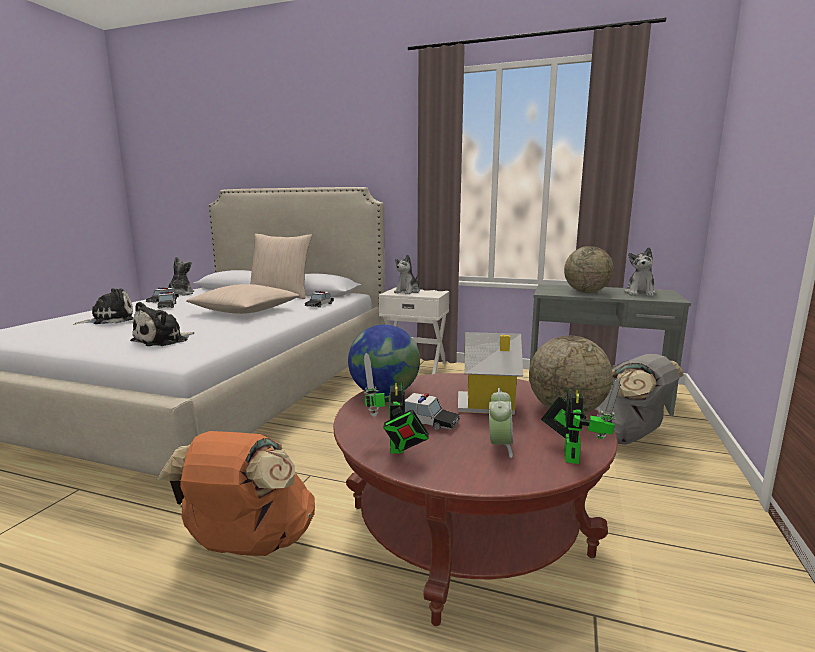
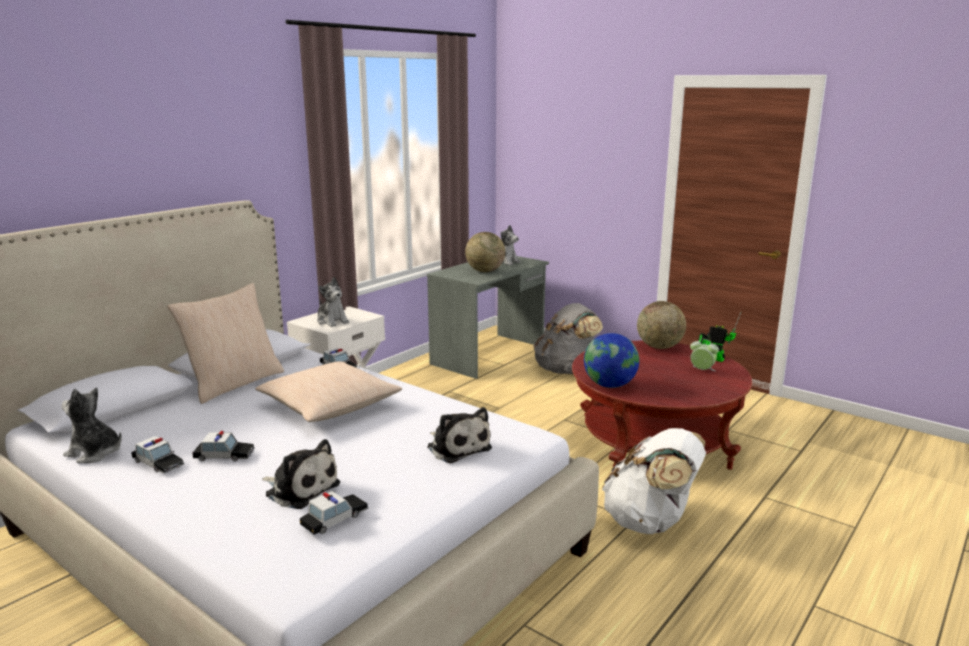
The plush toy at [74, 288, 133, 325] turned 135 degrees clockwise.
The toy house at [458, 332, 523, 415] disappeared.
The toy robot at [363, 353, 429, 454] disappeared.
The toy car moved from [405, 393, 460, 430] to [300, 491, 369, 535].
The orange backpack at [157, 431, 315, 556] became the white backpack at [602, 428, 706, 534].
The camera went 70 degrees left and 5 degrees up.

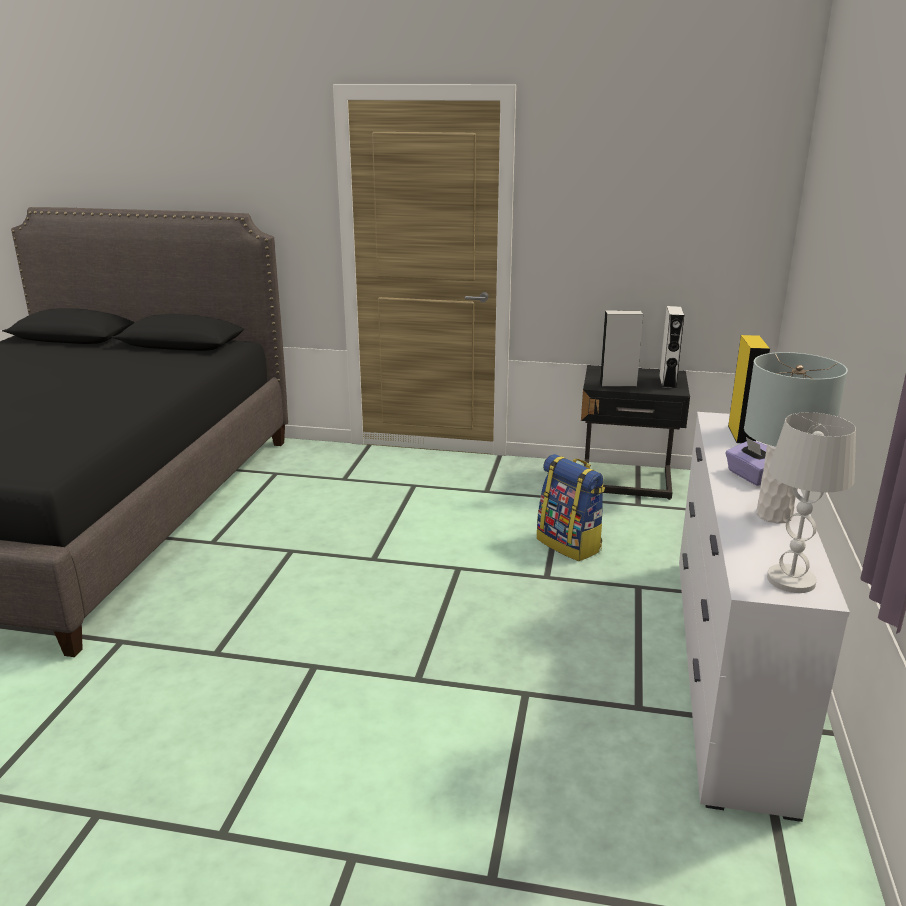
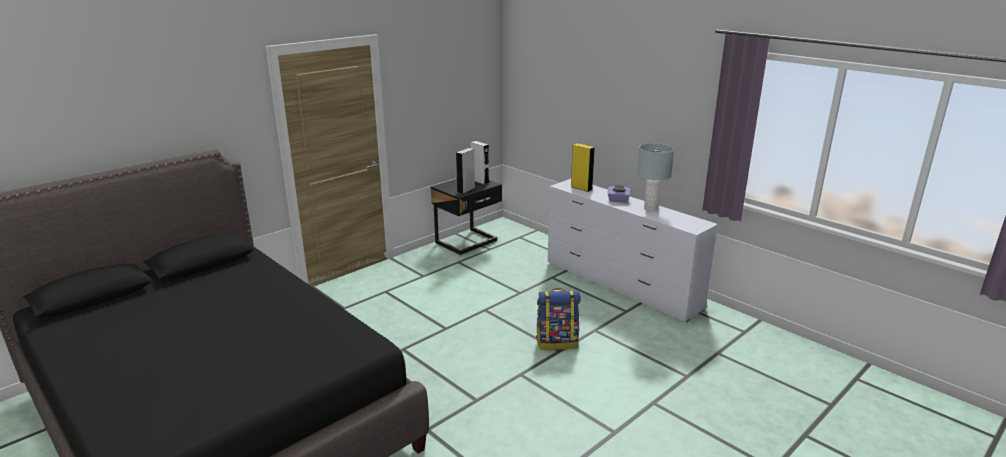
The white table lamp at [767, 412, 856, 593] disappeared.
The backpack moved from [537, 454, 605, 561] to [536, 288, 581, 350].
The camera went 55 degrees left and 0 degrees up.

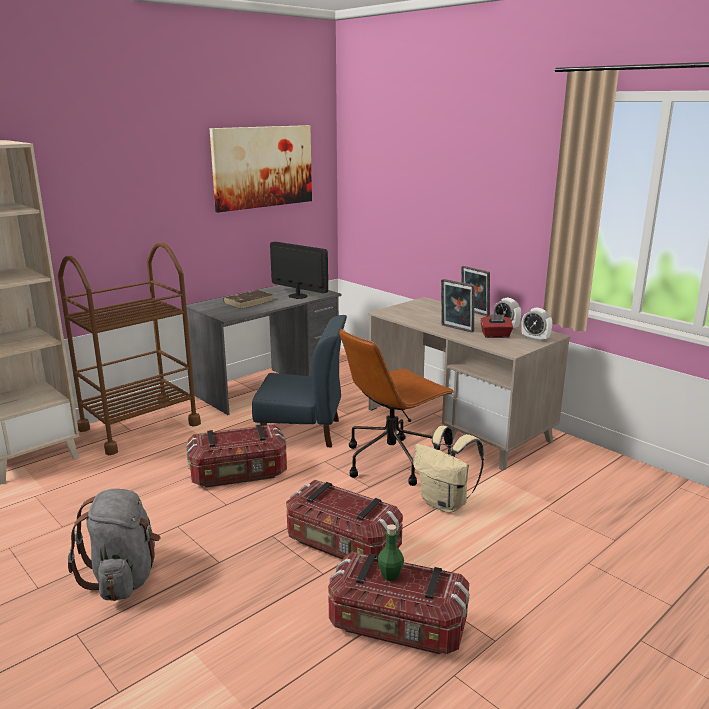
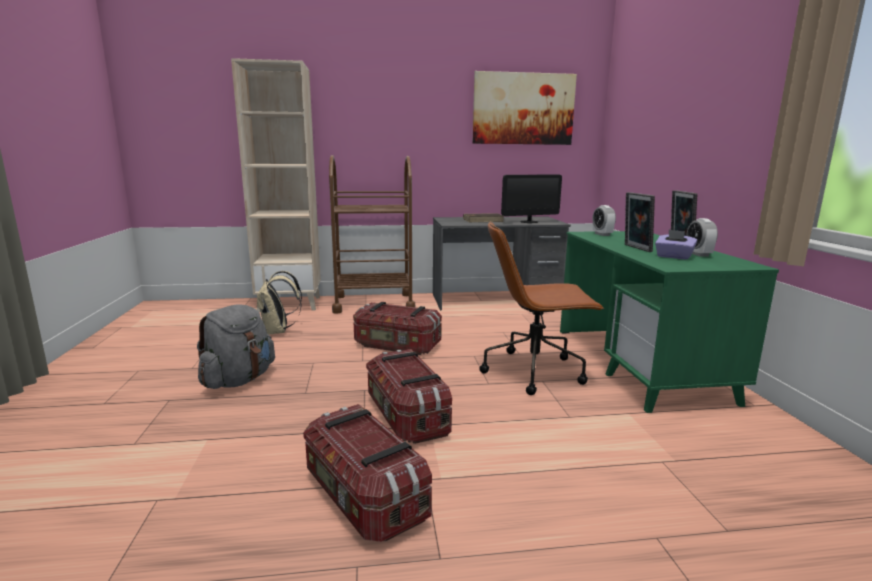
The monitor at [270, 242, 328, 299] turned 90 degrees clockwise.
The beige desk at [368, 297, 571, 471] became the green desk at [560, 231, 779, 413].
The alarm clock moved from [521, 308, 552, 342] to [592, 205, 616, 236].
The red tissue box at [480, 314, 513, 338] became the purple tissue box at [655, 230, 697, 260].
The blue chair at [252, 315, 347, 447] disappeared.
The beige backpack moved from [413, 426, 484, 513] to [256, 271, 302, 335].
The green bottle at [378, 524, 404, 581] disappeared.
The camera went 35 degrees right and 5 degrees down.

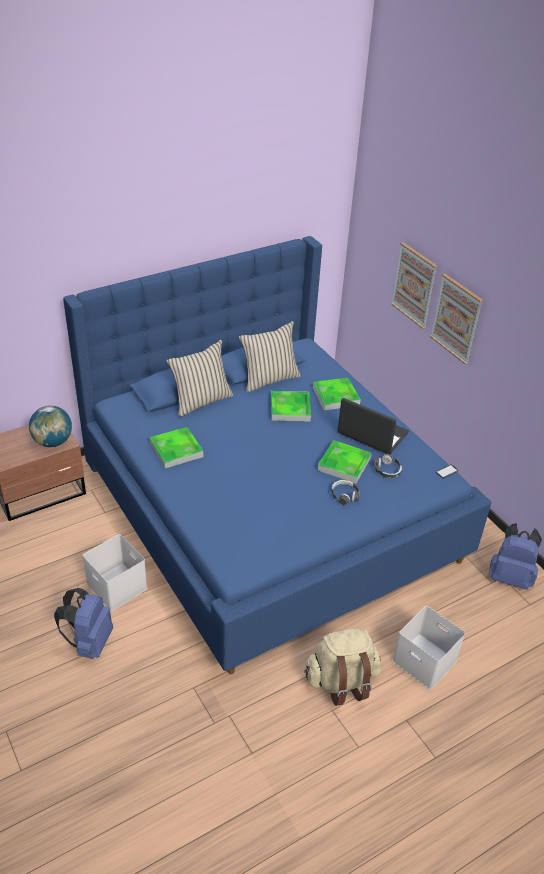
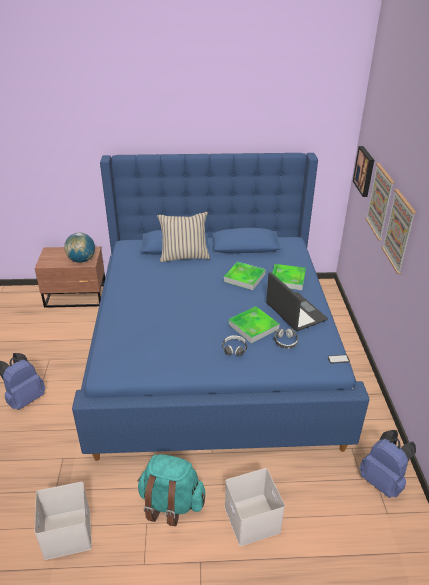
The beige pillow at [239, 321, 301, 392] disappeared.
The tray at [149, 427, 203, 468] disappeared.
The white storage box moved from [83, 534, 148, 611] to [35, 482, 92, 560].
The beige backpack at [304, 629, 381, 706] became the turquoise backpack at [137, 454, 205, 526].
The picture at [353, 146, 374, 197] appeared.
The camera went 30 degrees right and 5 degrees down.

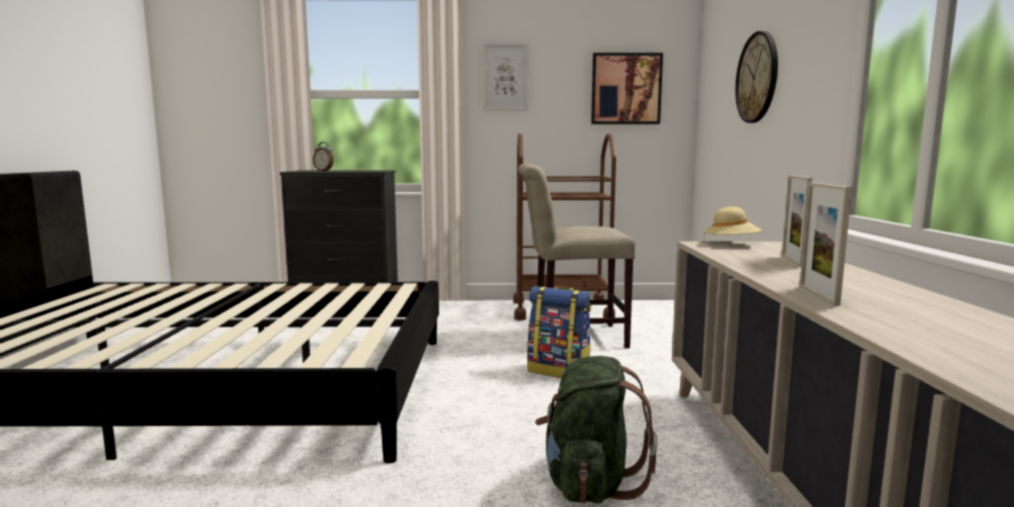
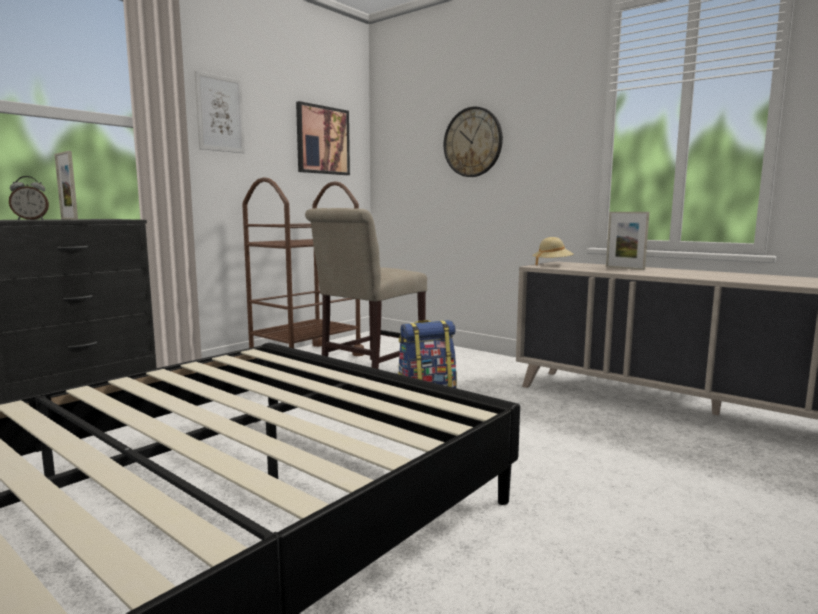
The picture frame moved from [800, 182, 852, 306] to [54, 151, 78, 220].
The green backpack at [535, 356, 657, 503] disappeared.
The camera went 50 degrees left and 0 degrees up.

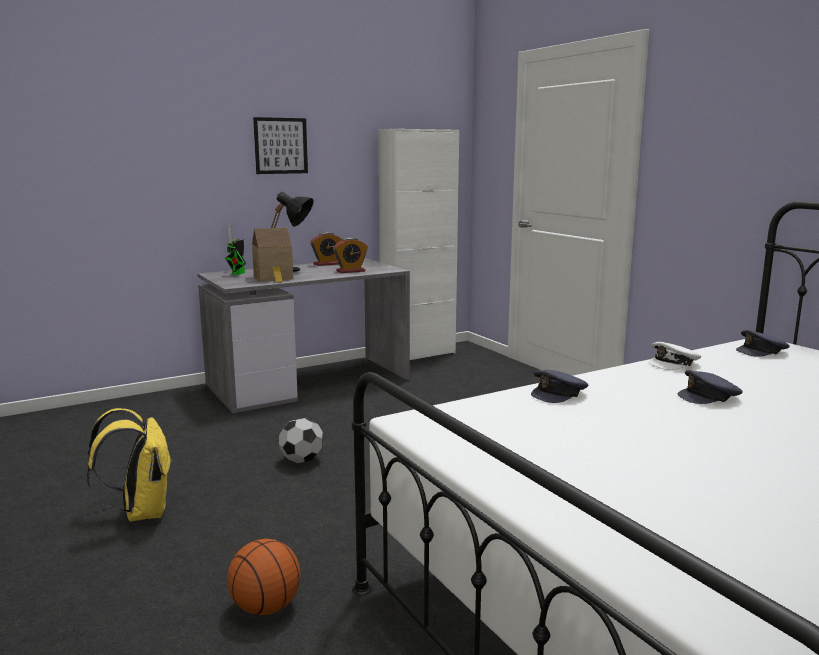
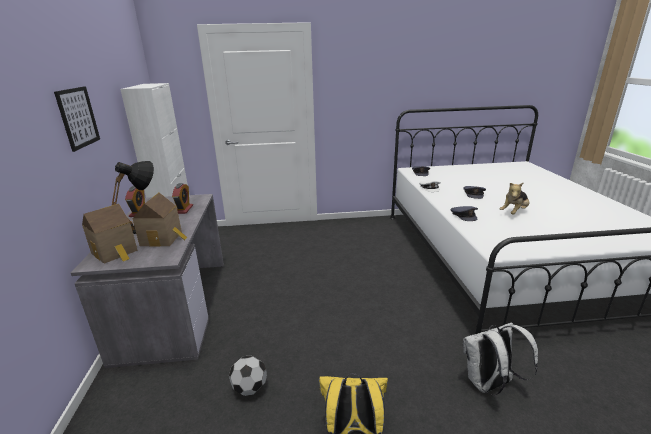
The toy robot at [225, 224, 246, 275] was replaced by the toy house at [82, 204, 138, 264].
The football moved from [279, 418, 324, 463] to [229, 355, 267, 396].
The basketball at [227, 539, 301, 615] was replaced by the white backpack at [463, 323, 538, 395].
The plush toy at [500, 182, 530, 215] appeared.
The camera went 65 degrees left and 10 degrees up.

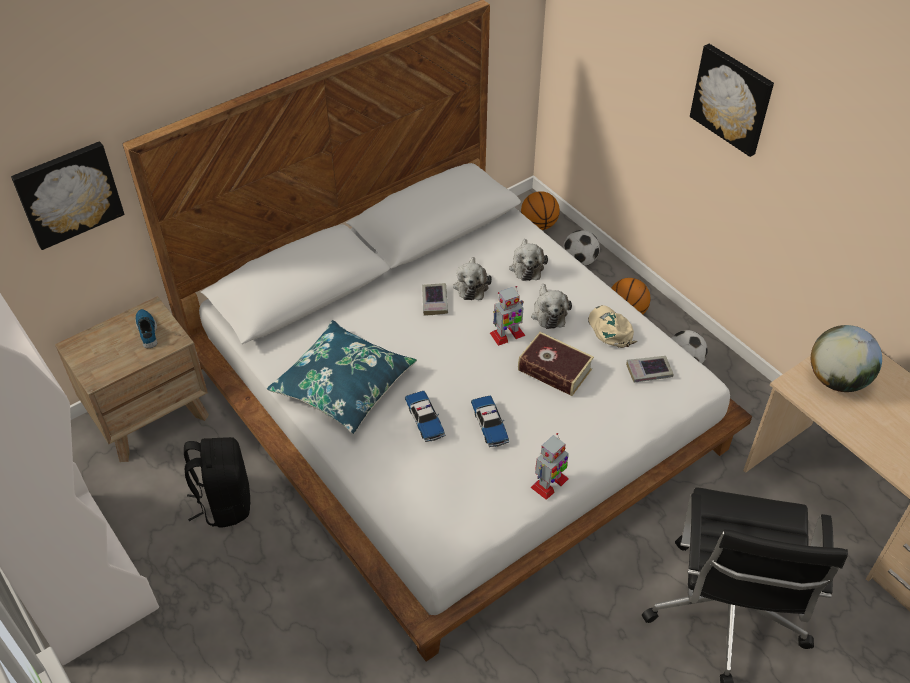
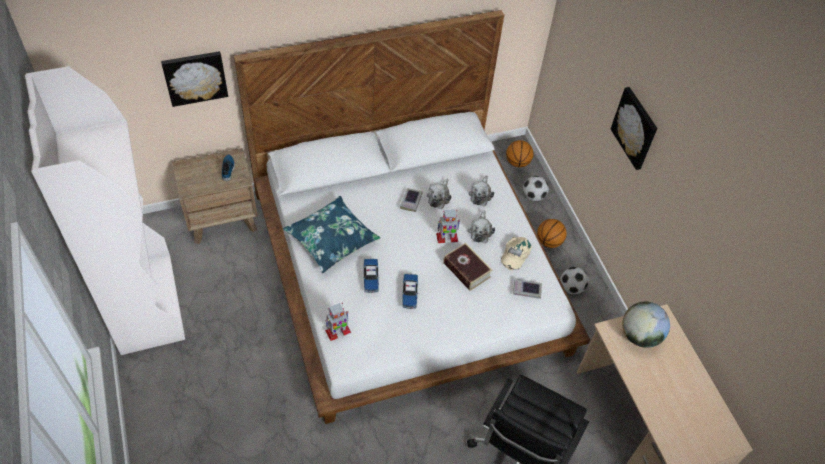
The beige cap at [588, 305, 637, 348] turned 150 degrees counterclockwise.
The toy robot moved from [530, 433, 569, 500] to [325, 303, 351, 341].
The black backpack at [184, 437, 251, 528] disappeared.
The camera went 15 degrees right and 5 degrees up.

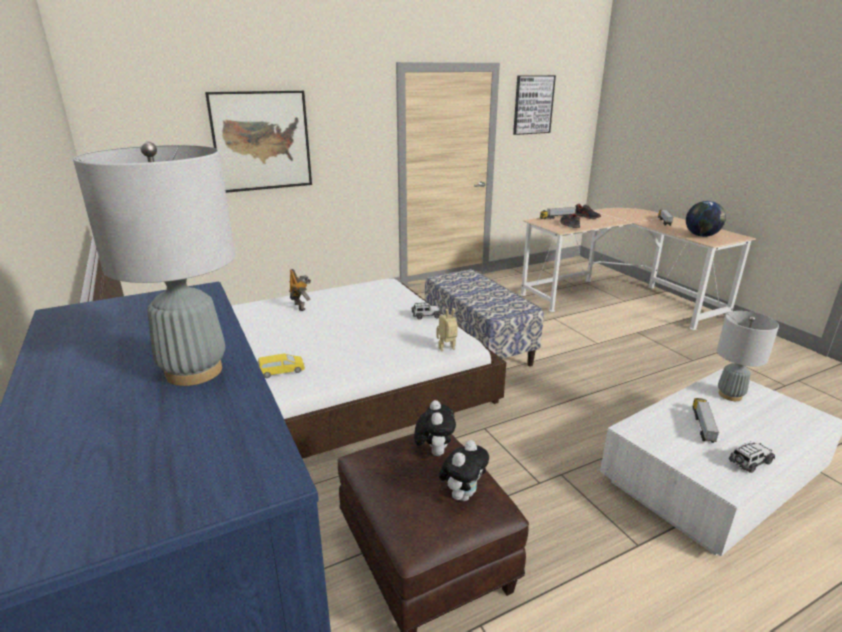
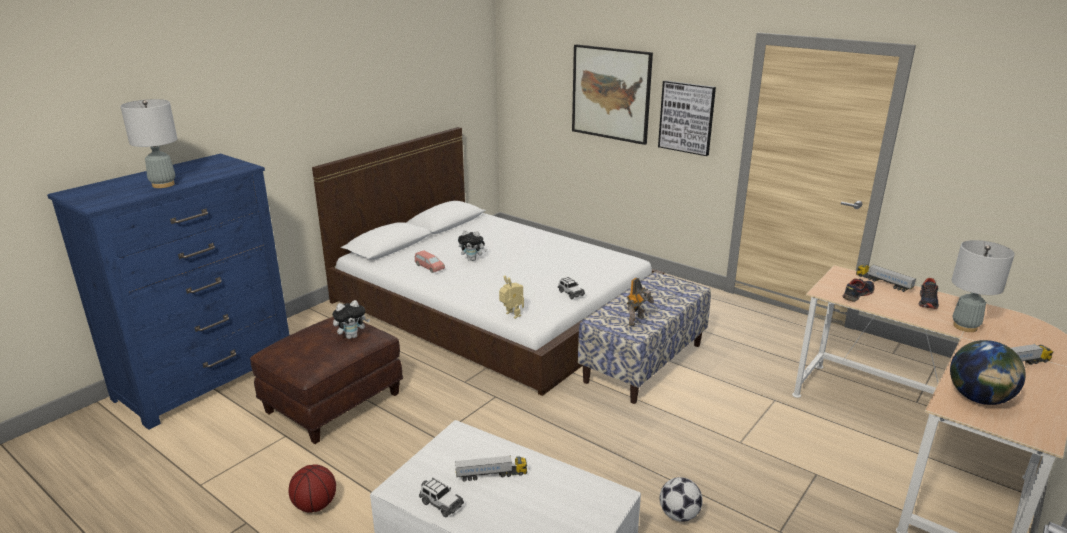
The picture moved from [513, 75, 556, 135] to [658, 80, 716, 156].
The toy robot moved from [289, 269, 311, 311] to [627, 278, 654, 326].
The grey table lamp moved from [717, 311, 779, 401] to [952, 240, 1015, 332].
The yellow toy car at [258, 353, 305, 378] became the pink toy car at [415, 250, 445, 273].
The plush toy moved from [439, 440, 489, 501] to [458, 230, 487, 261].
The basketball at [289, 464, 336, 513] appeared.
The football at [660, 477, 703, 522] appeared.
The camera went 65 degrees right and 0 degrees up.

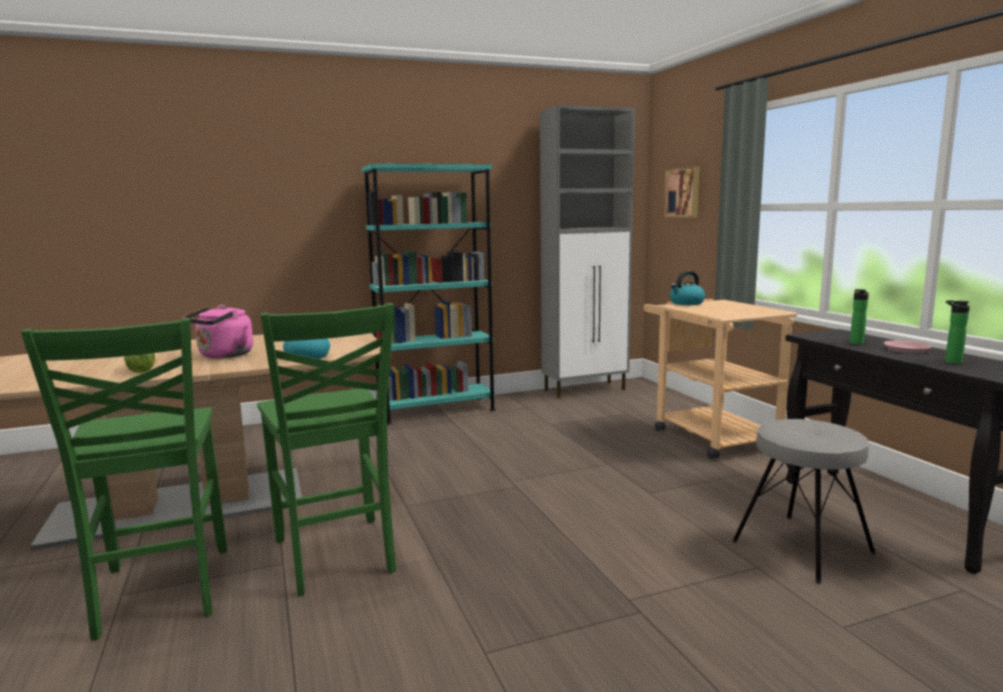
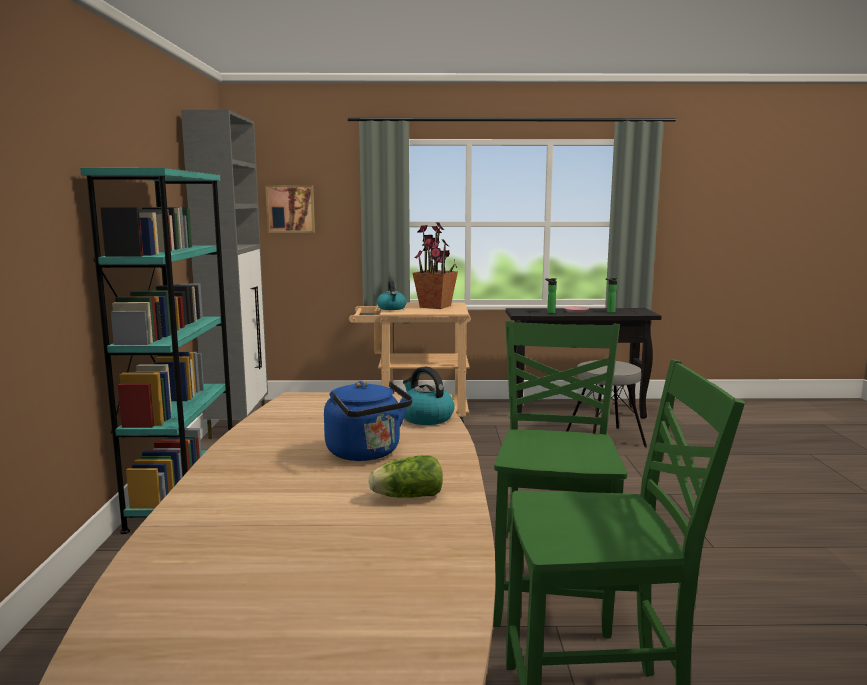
The green chair at [257, 303, 396, 596] turned 75 degrees counterclockwise.
The pink kettle at [183, 305, 253, 358] became the blue kettle at [324, 381, 413, 461].
The potted plant at [413, 222, 458, 309] appeared.
The camera went 70 degrees left and 0 degrees up.

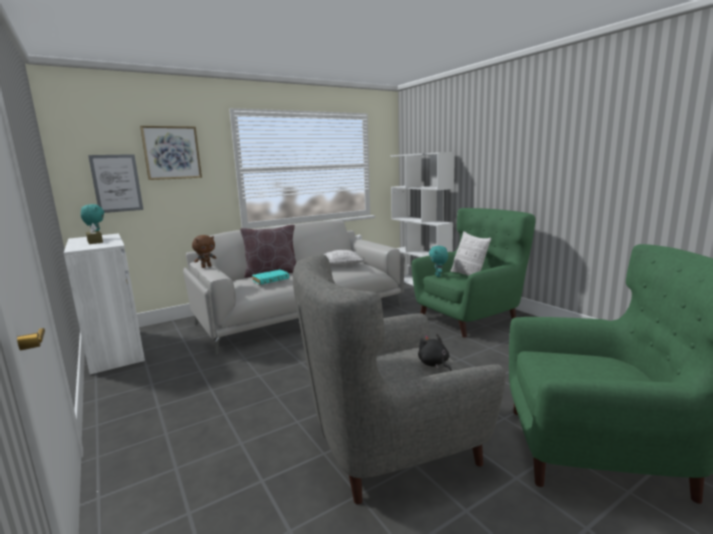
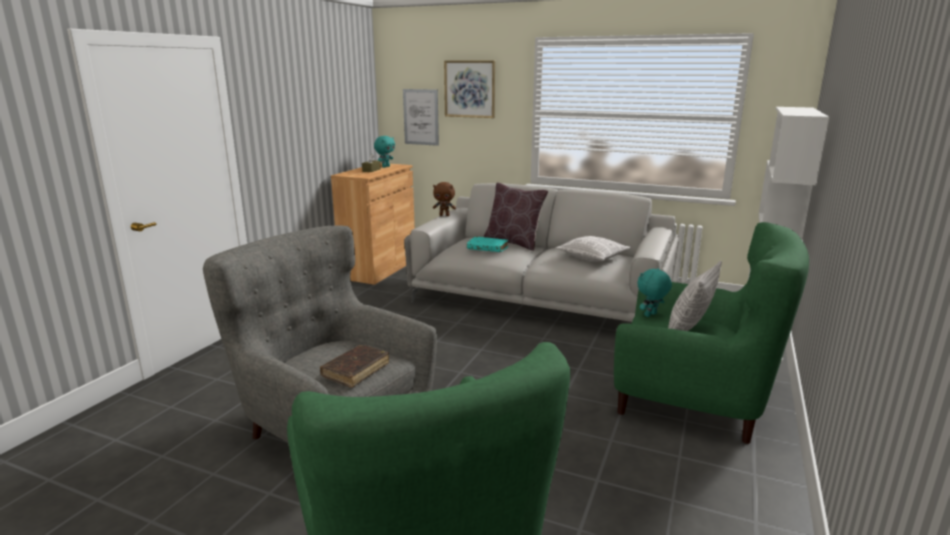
The white cabinet at [64, 233, 145, 374] became the brown cabinet at [331, 163, 415, 285].
The black plush toy at [418, 334, 452, 371] was replaced by the brown book at [320, 345, 389, 388].
The camera went 55 degrees right and 5 degrees up.

